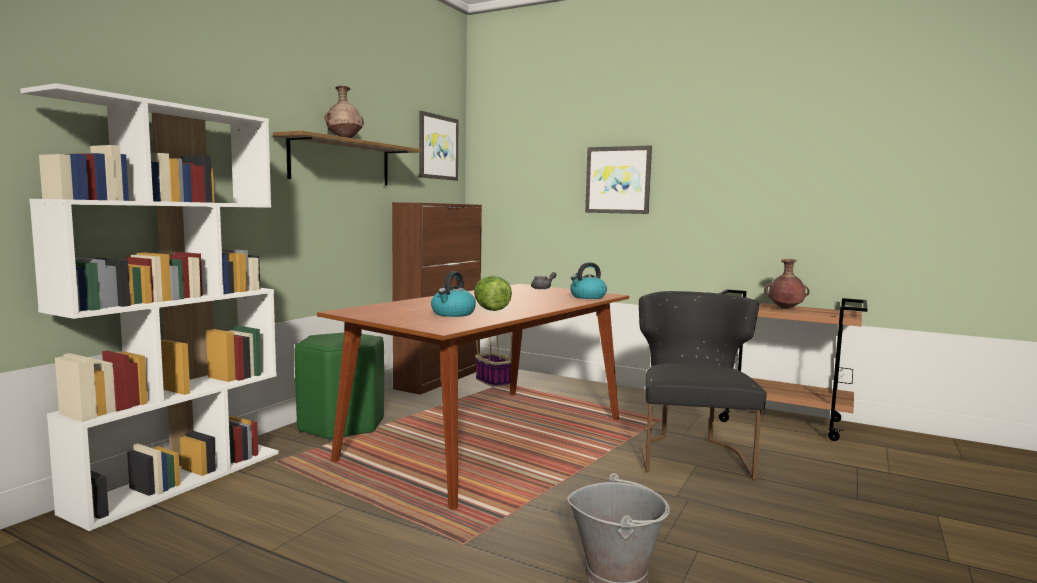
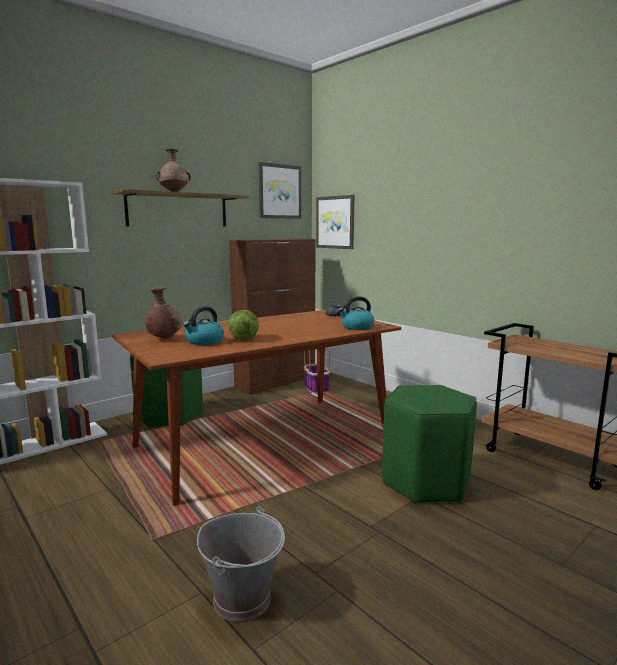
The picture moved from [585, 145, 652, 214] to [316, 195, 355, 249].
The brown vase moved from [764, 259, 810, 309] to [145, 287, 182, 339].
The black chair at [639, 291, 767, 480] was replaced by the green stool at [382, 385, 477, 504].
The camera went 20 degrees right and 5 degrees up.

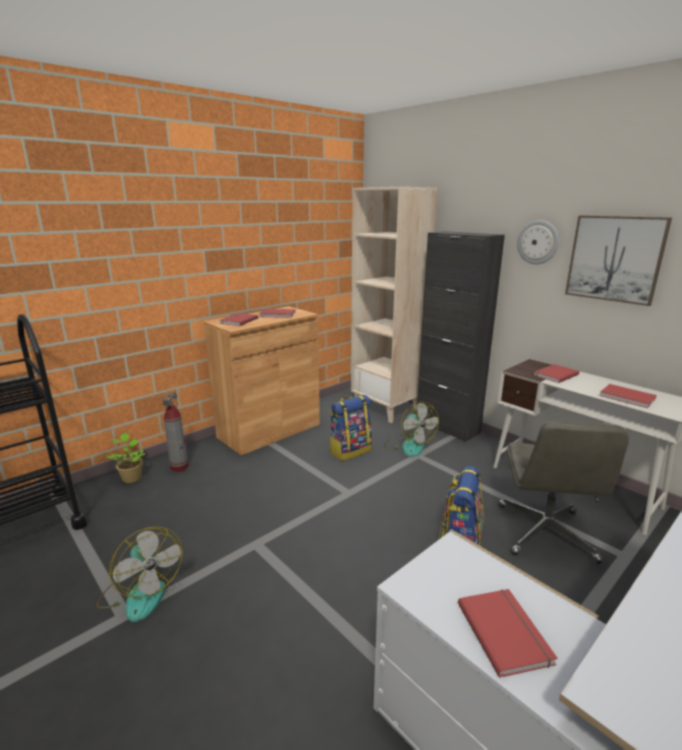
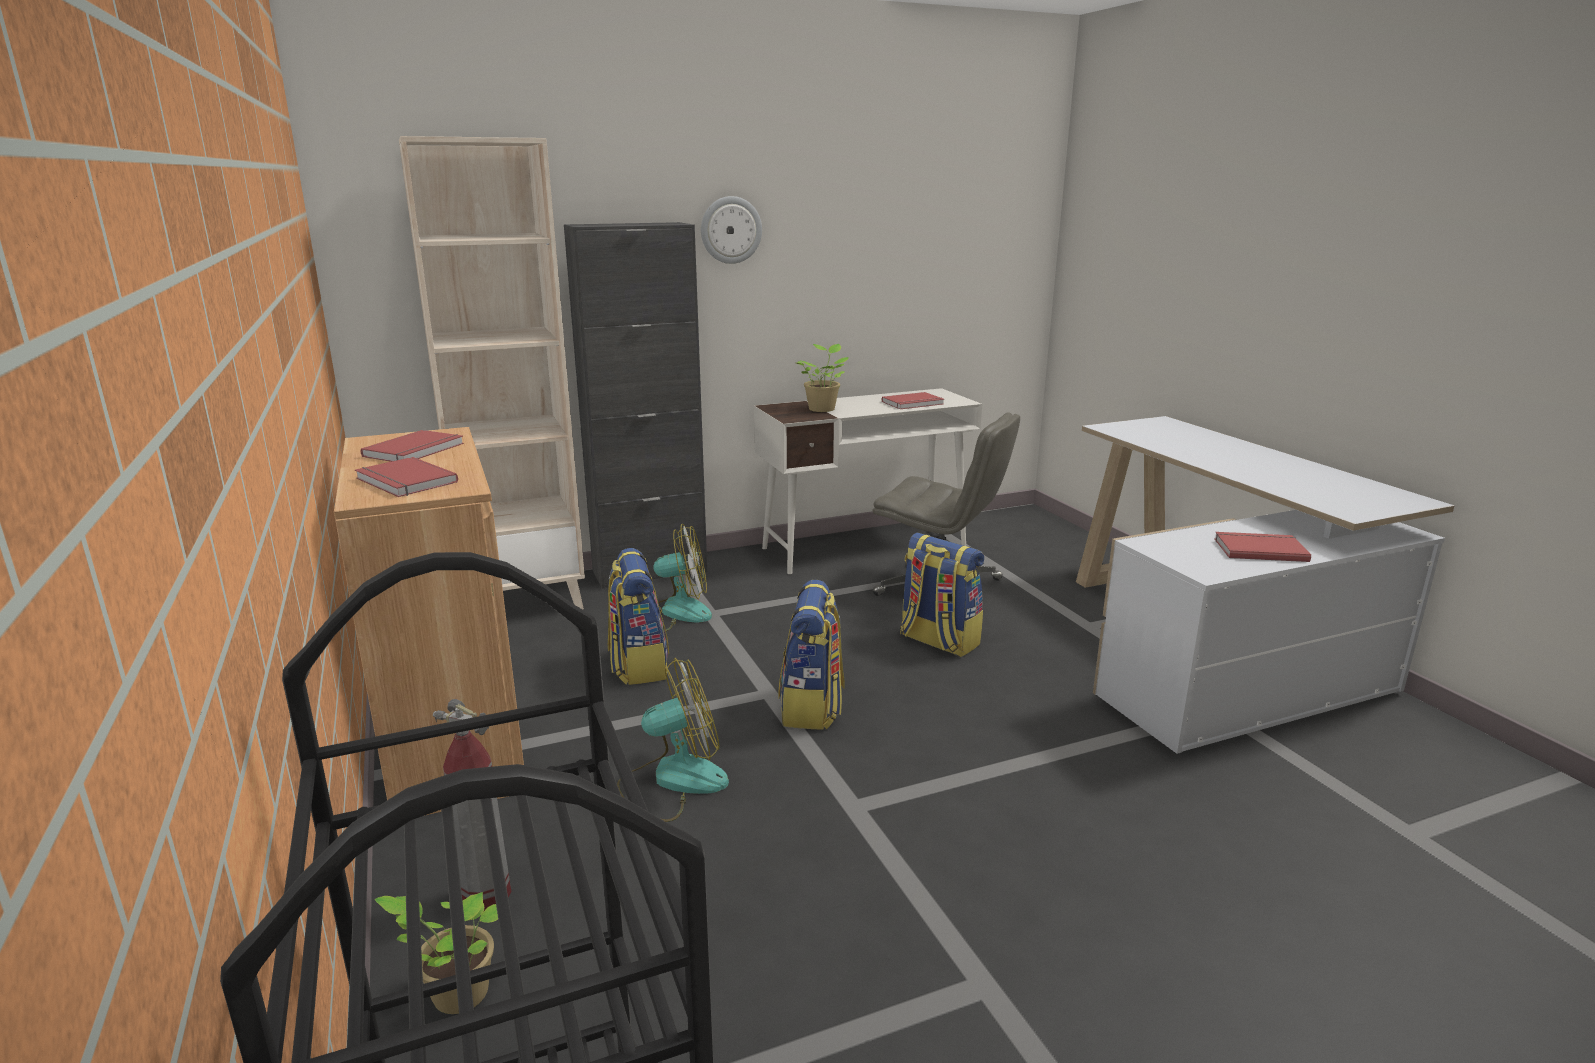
The picture at [565, 215, 672, 306] disappeared.
The red book at [534, 364, 579, 383] was replaced by the potted plant at [796, 344, 849, 412].
The fan moved from [96, 527, 183, 622] to [617, 658, 729, 822].
The backpack at [778, 580, 845, 730] appeared.
The camera went 70 degrees left and 0 degrees up.

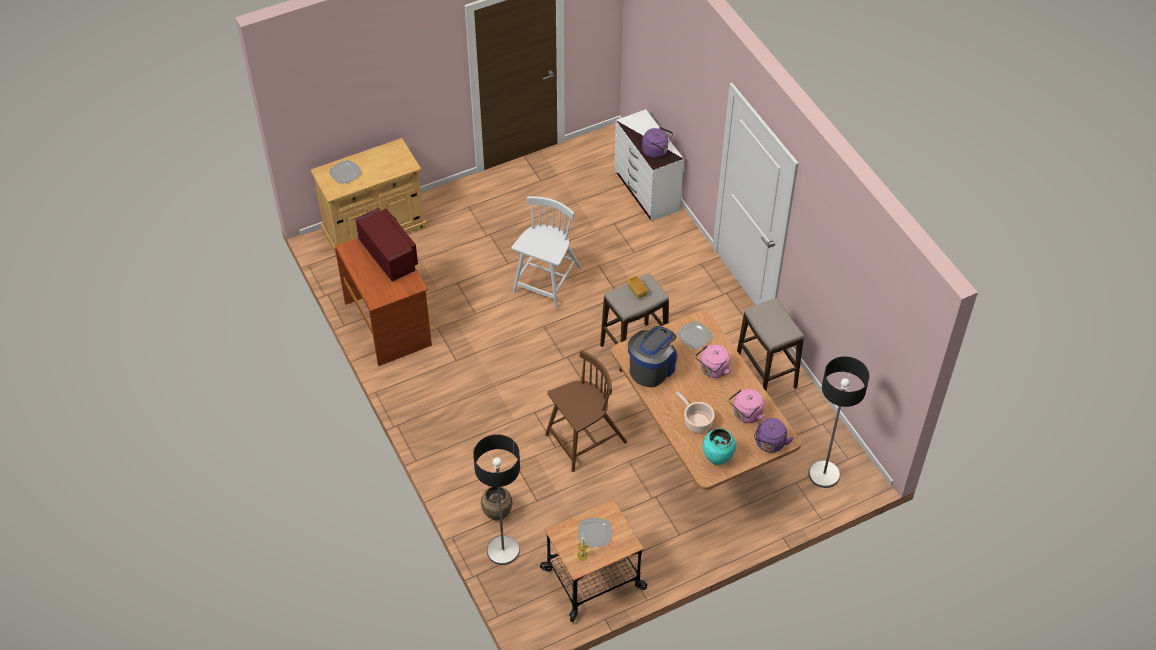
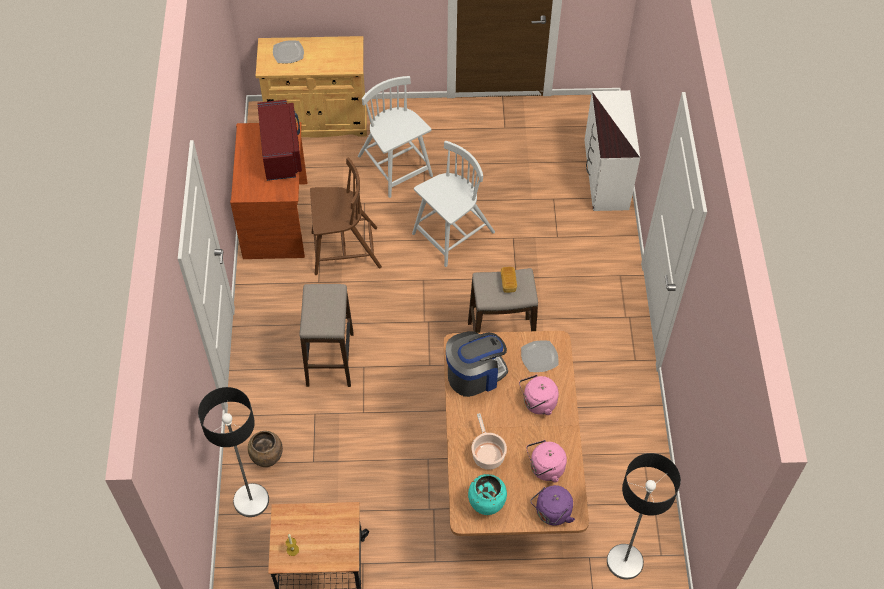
The purple kettle at [642, 127, 673, 158] disappeared.
The stool moved from [737, 298, 804, 391] to [299, 284, 354, 387].
The brown chair moved from [545, 350, 627, 472] to [310, 157, 382, 275].
The plate at [578, 518, 612, 547] disappeared.
The white chair at [358, 76, 433, 198] appeared.
The camera went 25 degrees right and 5 degrees up.

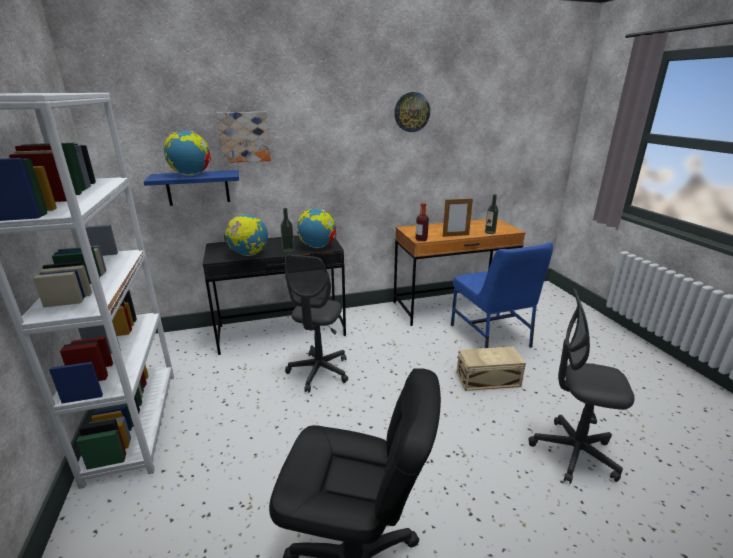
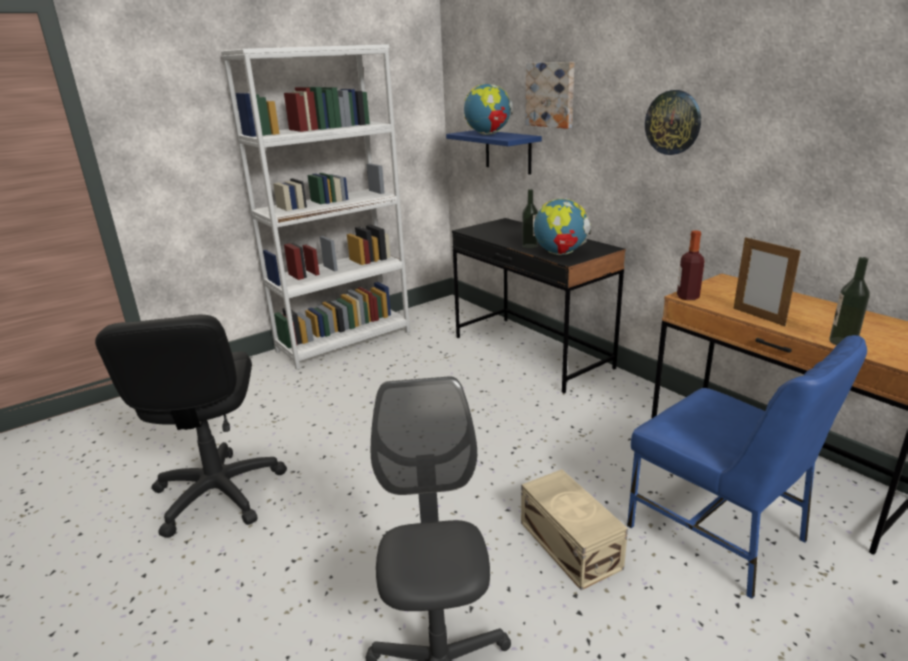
The wall clock moved from [394, 92, 430, 132] to [645, 90, 701, 155].
The globe at [224, 214, 268, 256] disappeared.
The blue chair at [451, 242, 553, 348] turned 90 degrees counterclockwise.
The grey office chair at [285, 254, 348, 392] disappeared.
The camera went 70 degrees right and 0 degrees up.

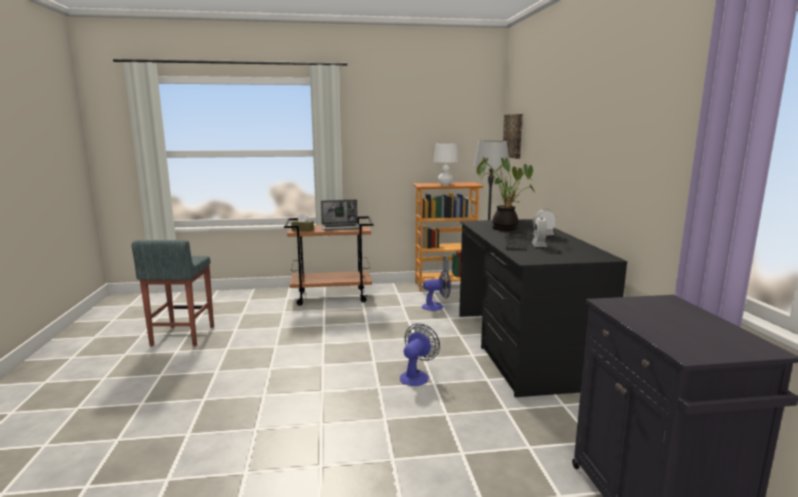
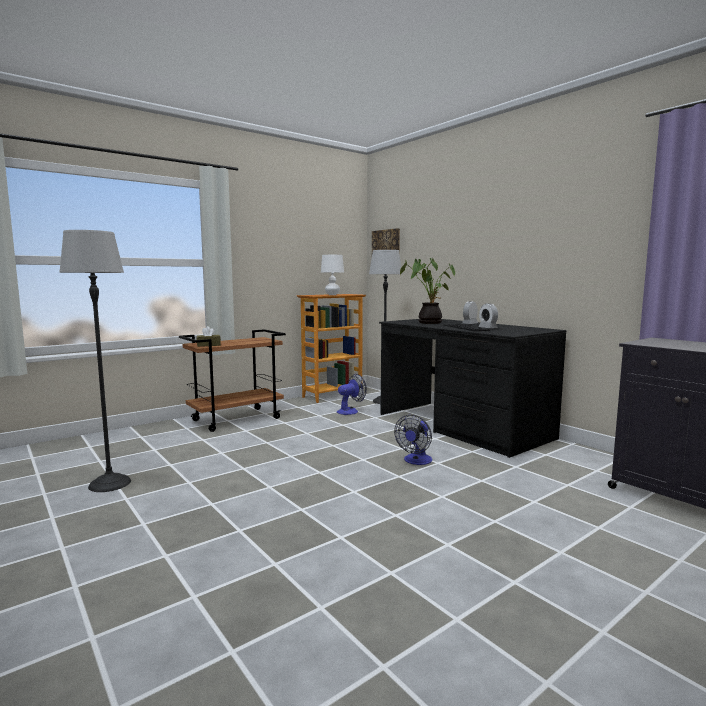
The laptop at [321, 200, 359, 230] disappeared.
The grey stool at [132, 240, 214, 347] was replaced by the floor lamp at [59, 230, 131, 492].
The fan at [400, 324, 440, 386] turned 150 degrees counterclockwise.
The camera went 30 degrees left and 5 degrees down.

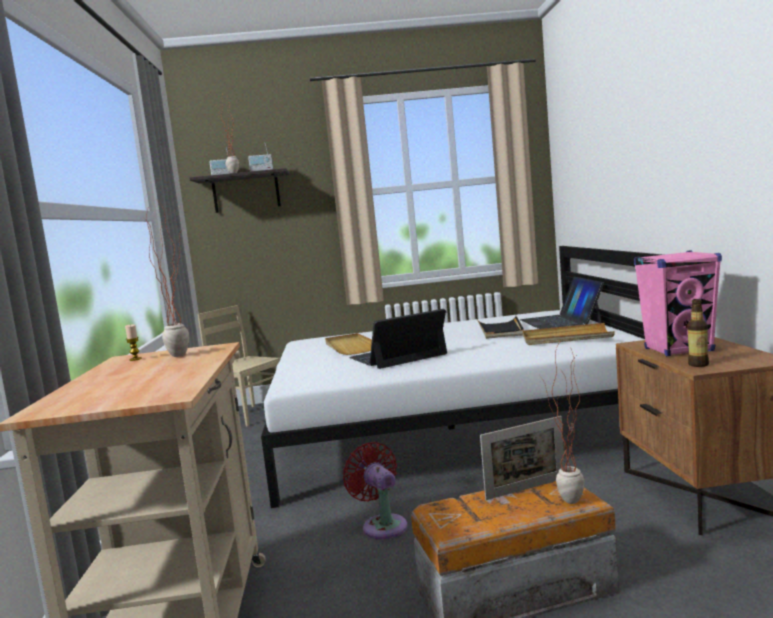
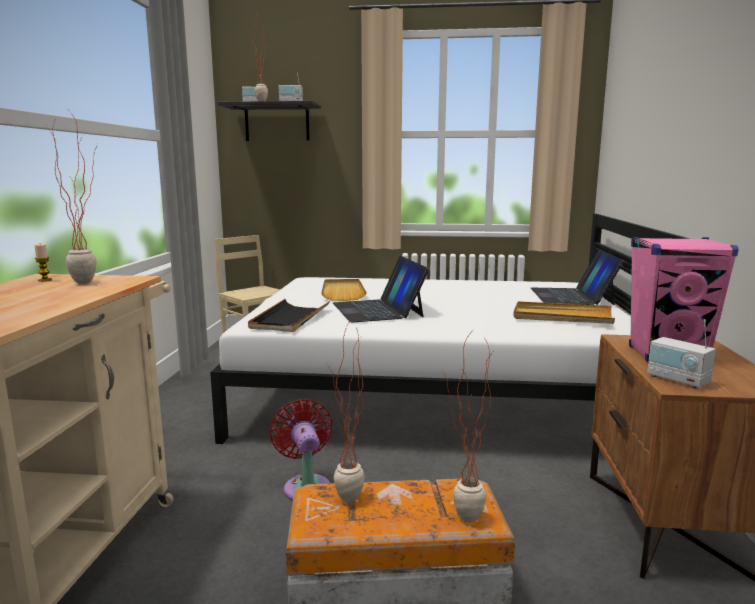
The bottle at [687, 299, 709, 367] was replaced by the radio at [647, 319, 716, 388].
The laptop at [349, 309, 447, 369] turned 90 degrees counterclockwise.
The black tray moved from [477, 316, 524, 339] to [248, 299, 330, 332].
The picture frame at [480, 416, 565, 500] disappeared.
The potted plant at [326, 320, 365, 503] appeared.
The camera went 10 degrees right and 5 degrees up.

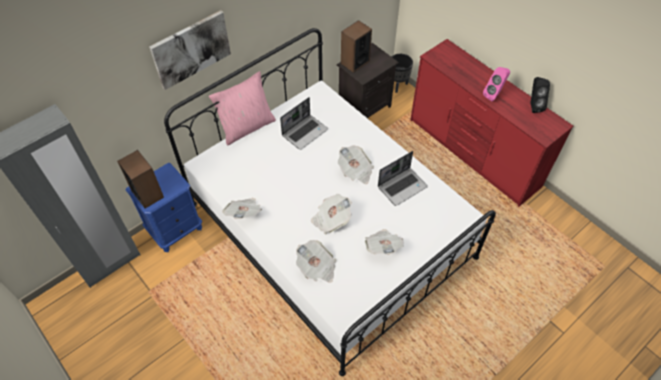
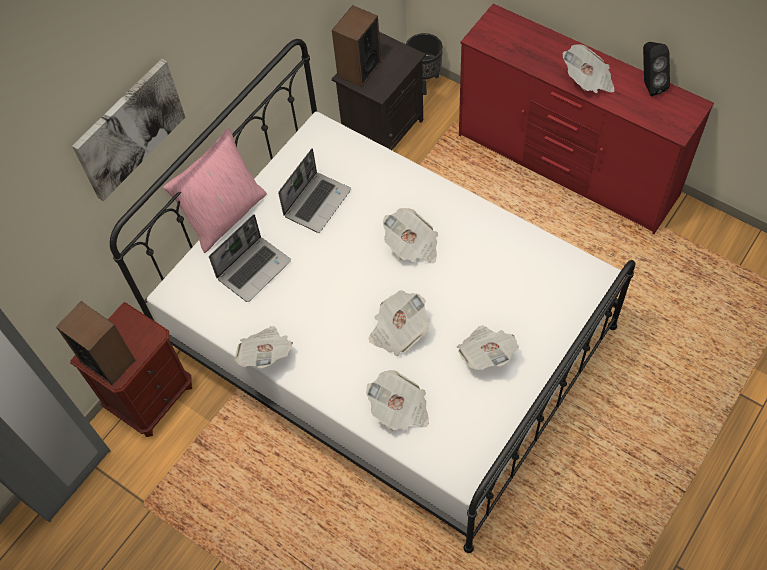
The pink speaker at [483, 67, 510, 101] was replaced by the newspaper at [563, 44, 615, 93].
The laptop moved from [378, 151, 428, 206] to [209, 214, 291, 302].
The blue nightstand at [125, 163, 202, 252] became the brown nightstand at [70, 302, 192, 437].
The camera went 10 degrees left and 5 degrees up.

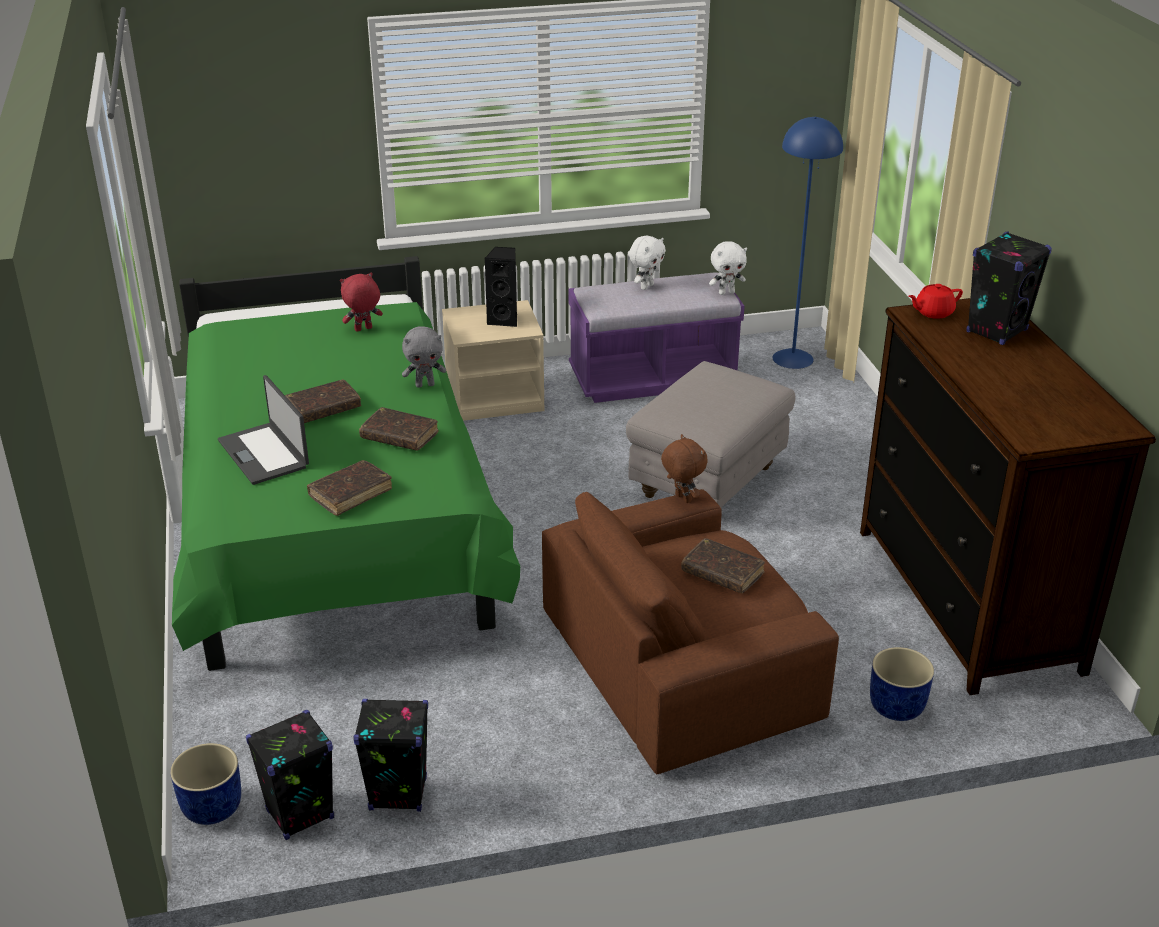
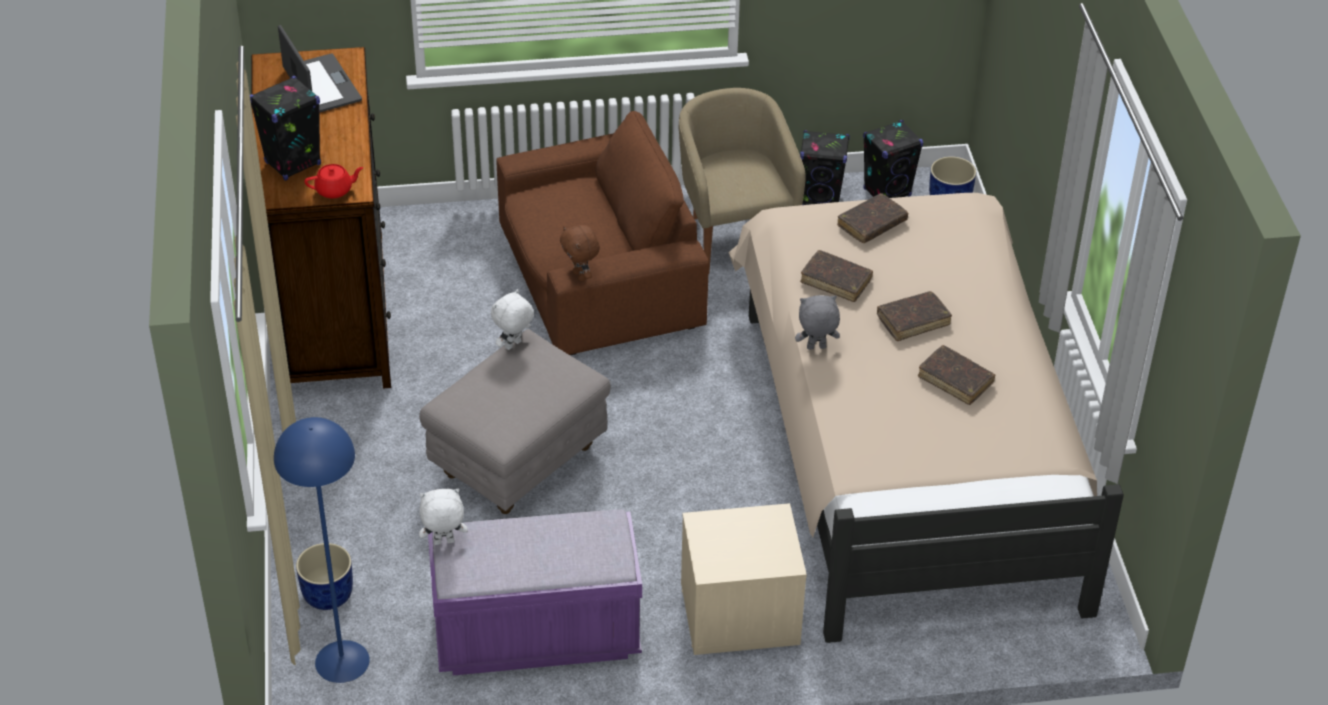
The white plush toy moved from [629, 235, 666, 290] to [491, 289, 534, 350].
The black speaker at [484, 246, 517, 327] disappeared.
The green bed at [172, 256, 520, 671] became the beige bed at [729, 193, 1124, 643].
The red plush toy at [340, 273, 383, 332] disappeared.
The laptop moved from [218, 375, 309, 485] to [278, 25, 362, 113].
The brown book moved from [681, 538, 765, 594] to [918, 345, 995, 405].
The blue planter moved from [870, 647, 934, 721] to [296, 543, 353, 610].
The beige armchair at [679, 88, 806, 274] appeared.
The camera went 175 degrees left and 10 degrees up.

